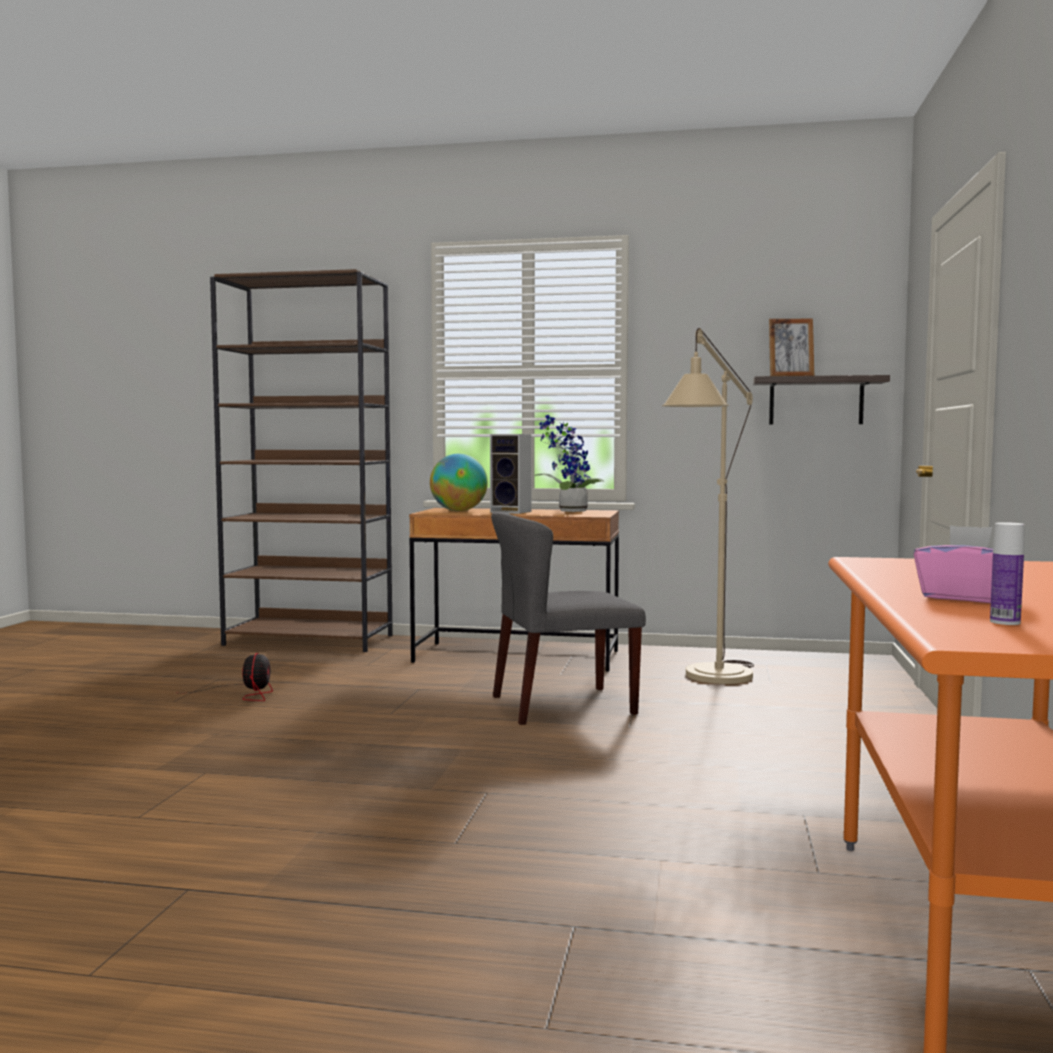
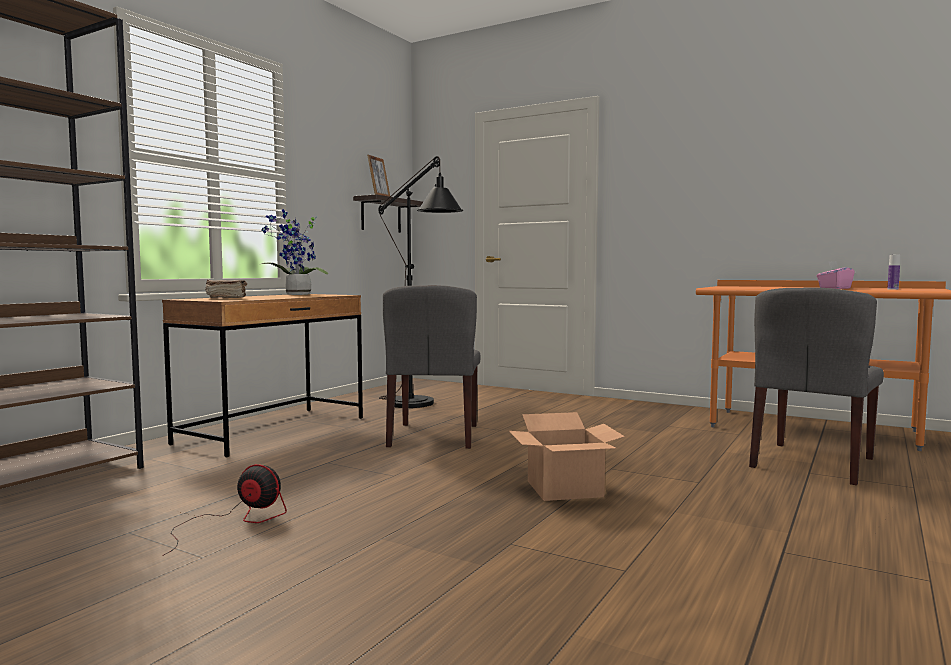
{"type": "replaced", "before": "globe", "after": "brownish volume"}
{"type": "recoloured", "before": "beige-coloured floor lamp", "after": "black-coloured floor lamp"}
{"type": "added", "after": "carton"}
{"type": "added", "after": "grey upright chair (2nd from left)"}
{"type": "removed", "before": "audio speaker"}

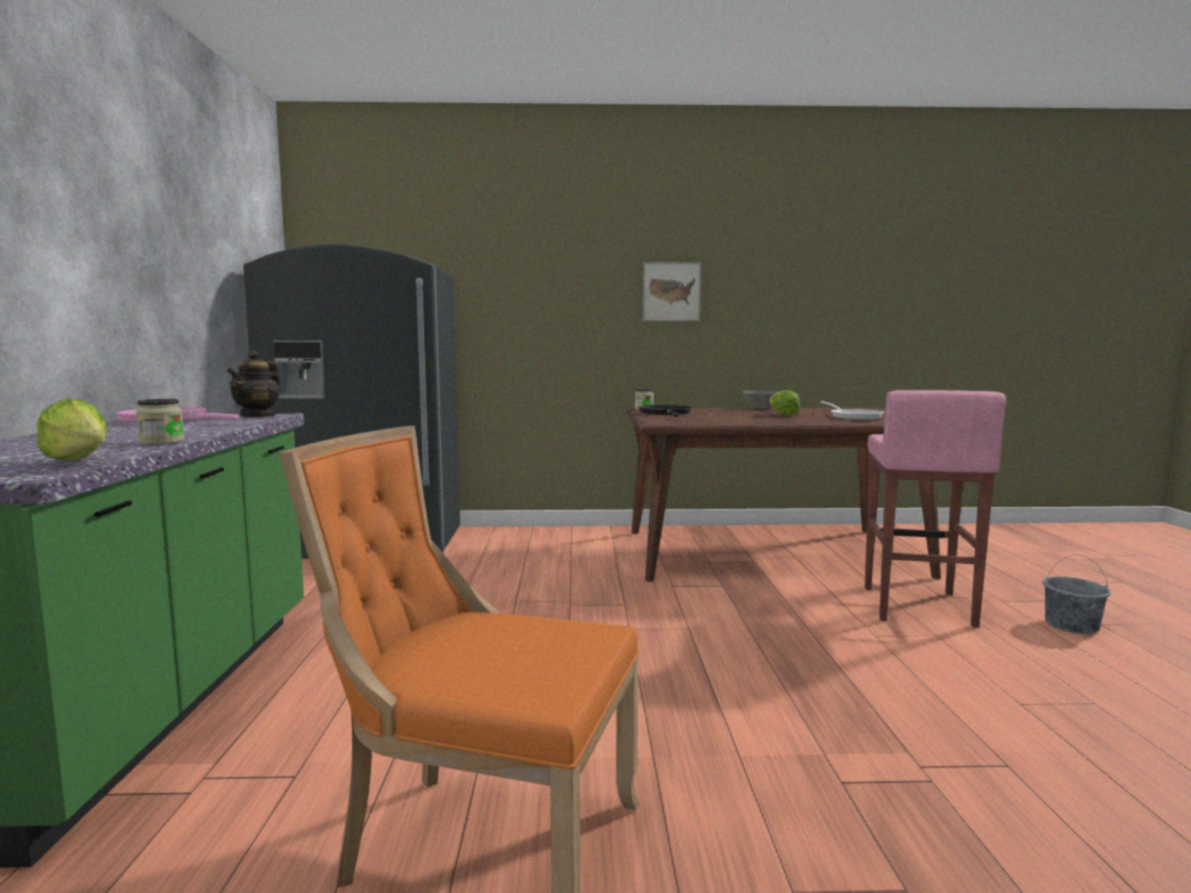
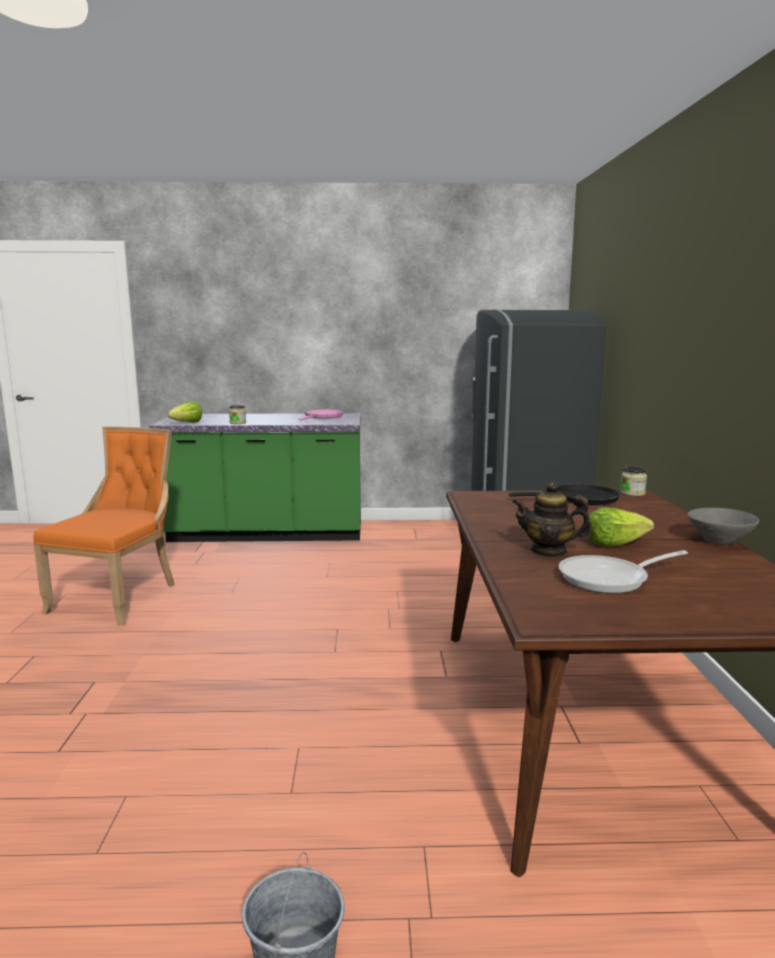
{"type": "moved", "before": "tea pot"}
{"type": "removed", "before": "wall art"}
{"type": "removed", "before": "pink-coloured sitting stool"}

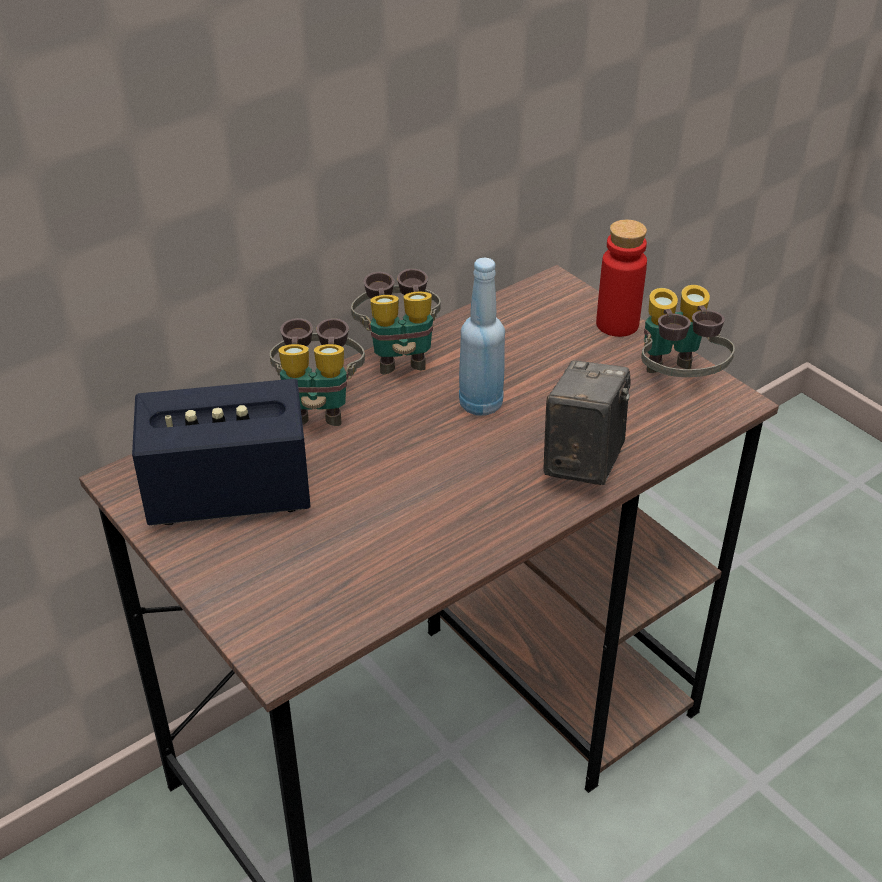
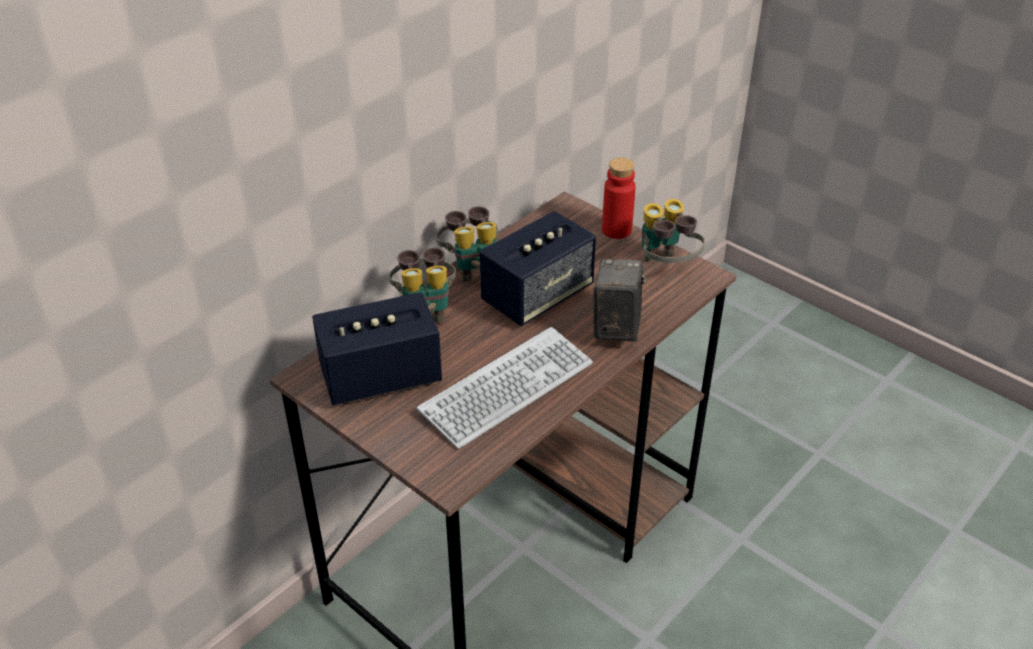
{"type": "added", "after": "PC keyboard"}
{"type": "replaced", "before": "blue beverage bottle", "after": "audio speaker (2nd from left)"}

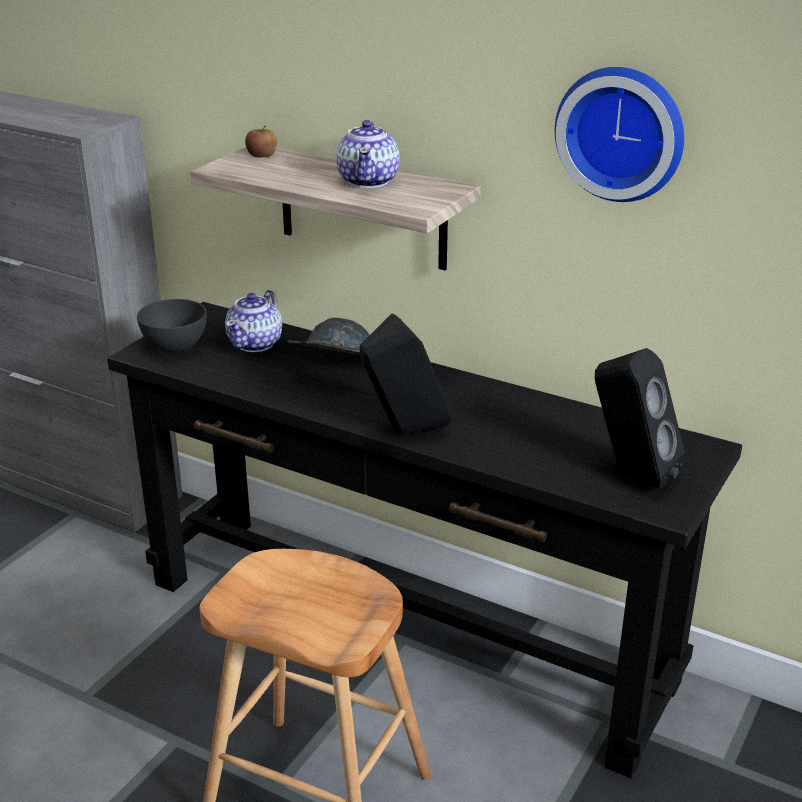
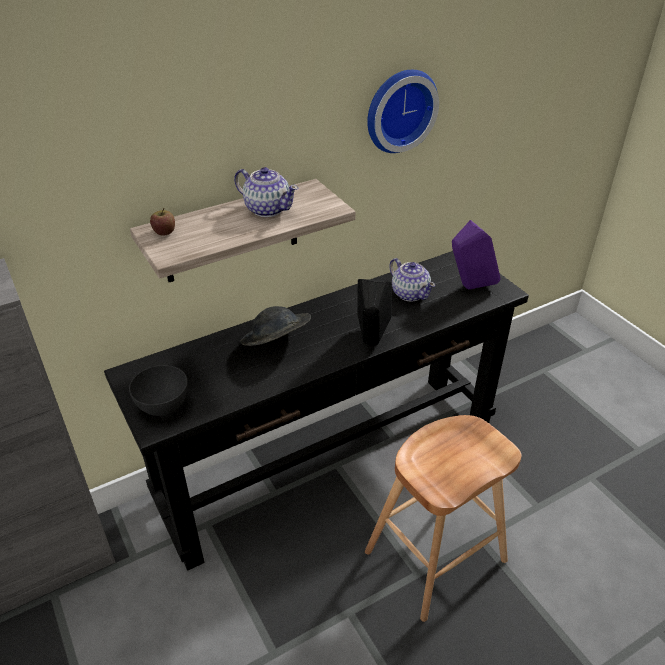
{"type": "moved", "before": "tea pot (1st from left in the first image)", "after": "tea pot (2nd from left)"}
{"type": "recoloured", "before": "black-coloured audio speaker (2nd from left)", "after": "purple audio speaker"}

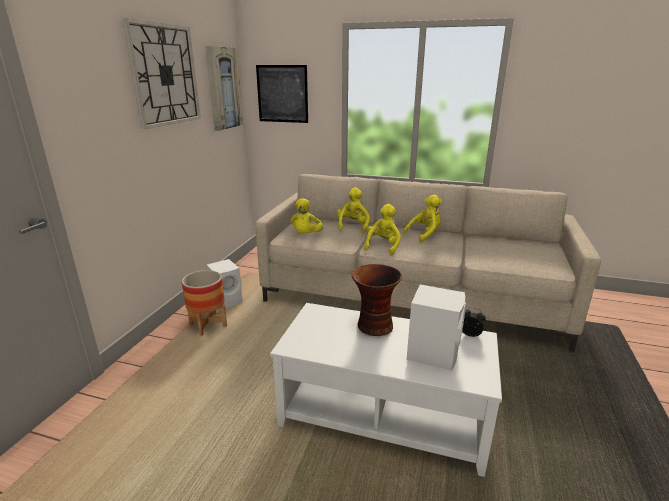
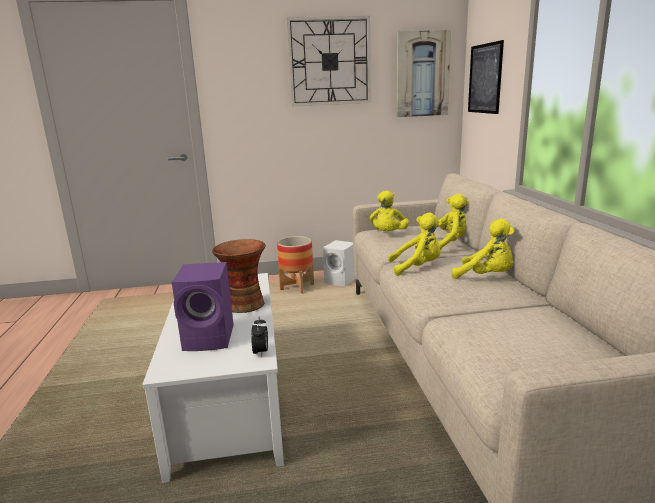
{"type": "recoloured", "before": "whitish audio speaker (2nd from left)", "after": "purple audio speaker"}
{"type": "turned", "before": "yellow-coloured soft toy (1st from left)", "turn": -60}

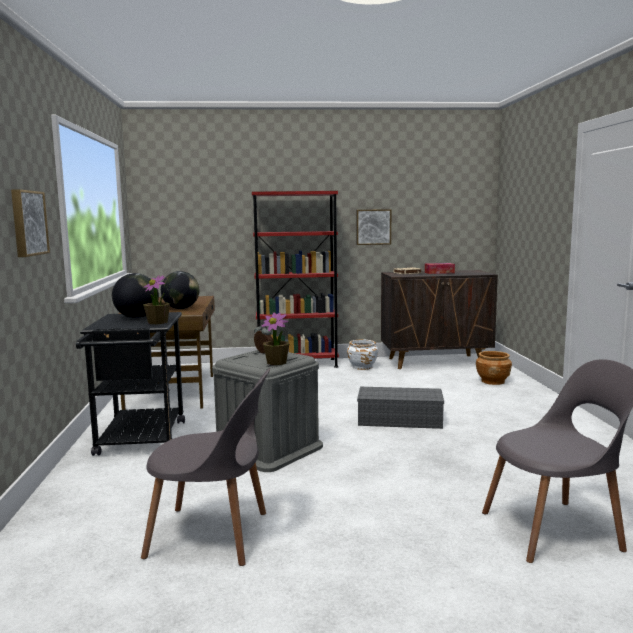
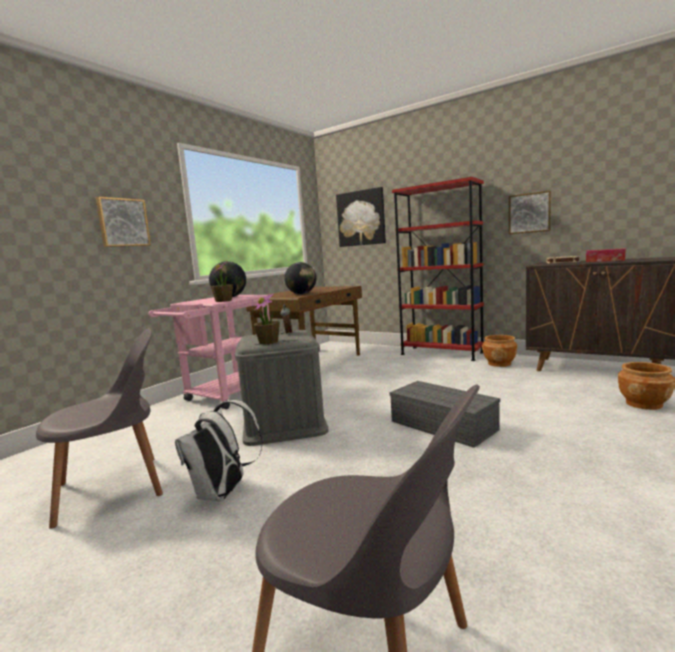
{"type": "turned", "before": "grey upright chair (1st from left)", "turn": -75}
{"type": "recoloured", "before": "black-coloured trolley", "after": "pink-coloured trolley"}
{"type": "added", "after": "whitish knapsack"}
{"type": "added", "after": "wall art (2nd from left)"}
{"type": "recoloured", "before": "whitish planter", "after": "brownish planter (1st from left)"}

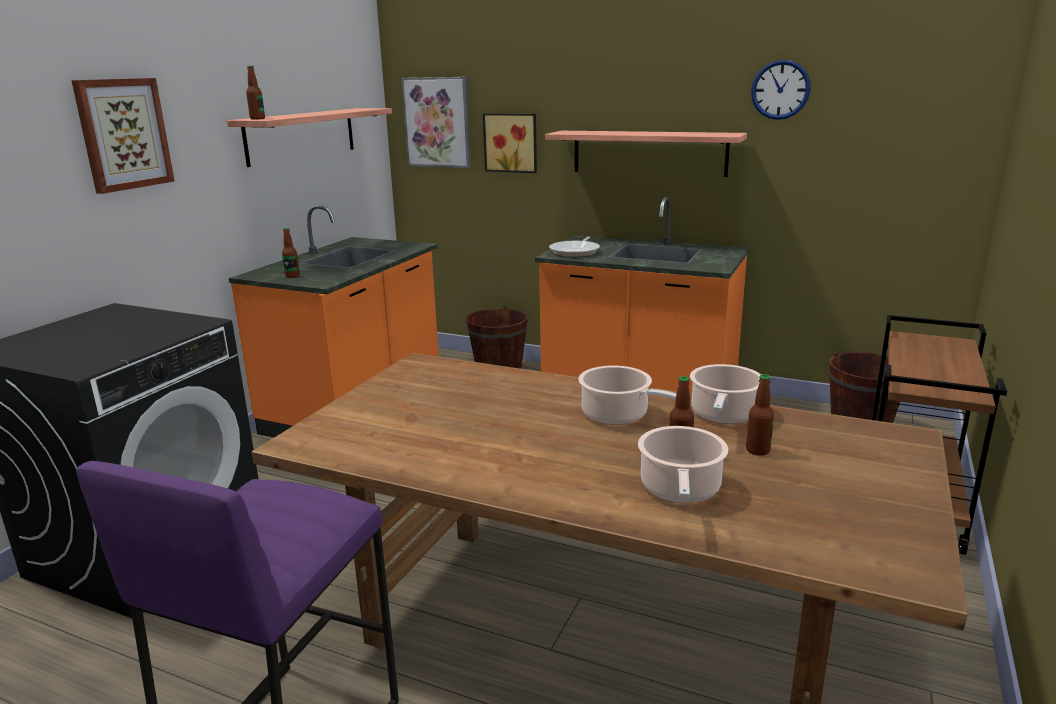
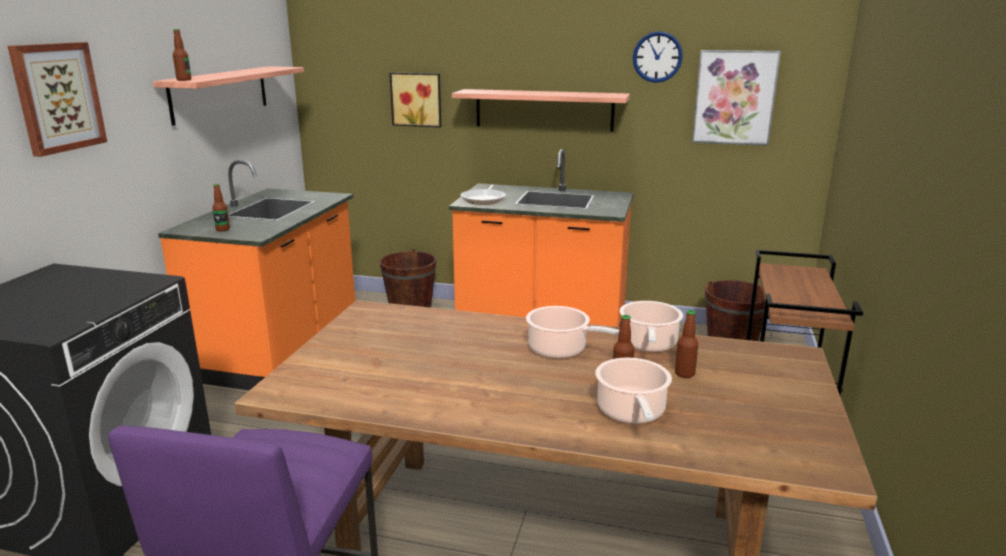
{"type": "moved", "before": "wall art (2nd from left in the first image)", "after": "wall art (3rd from left)"}

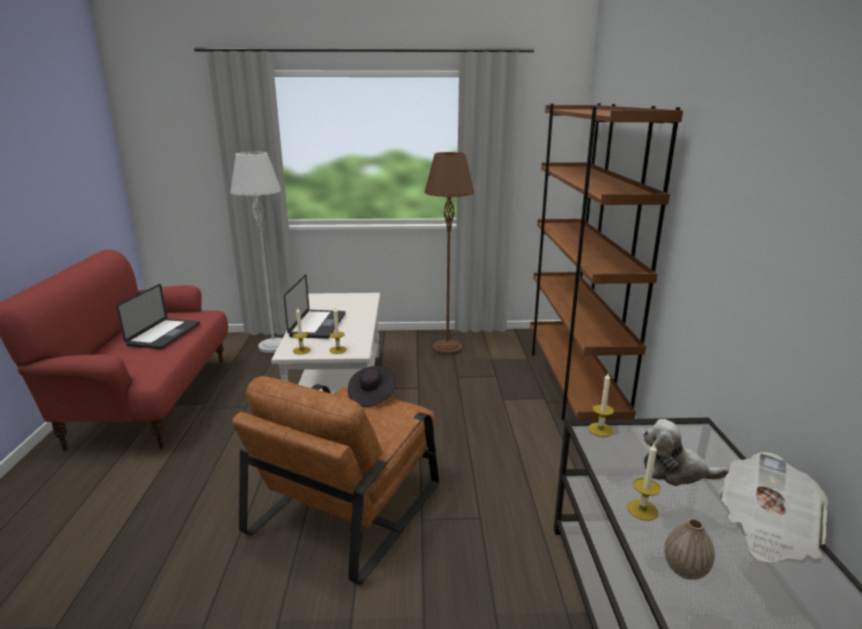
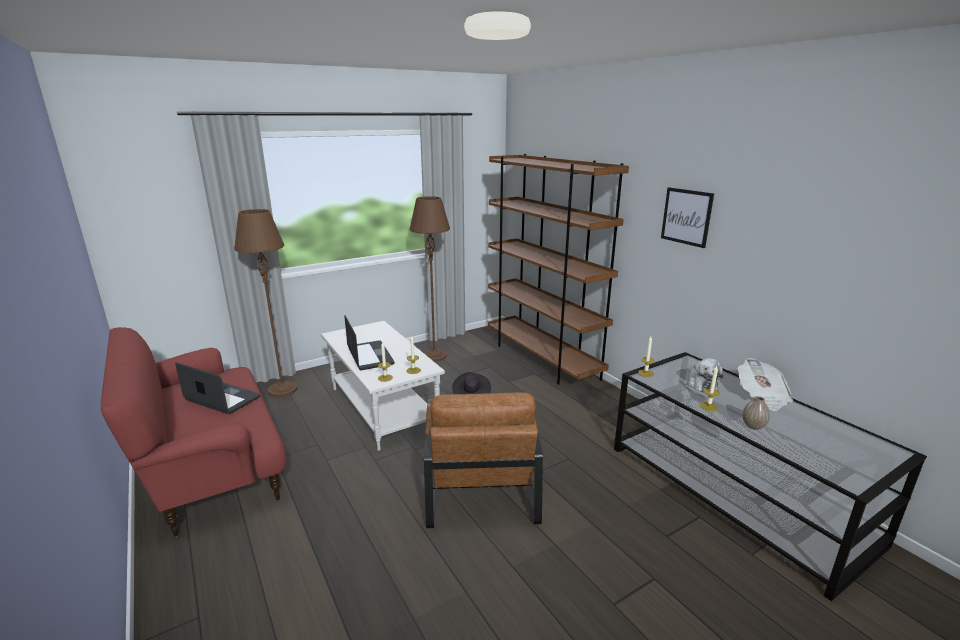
{"type": "turned", "before": "laptop (1st from left)", "turn": -45}
{"type": "recoloured", "before": "grey floor lamp", "after": "brownish floor lamp (1st from left)"}
{"type": "added", "after": "wall art"}
{"type": "turned", "before": "soft toy", "turn": -75}

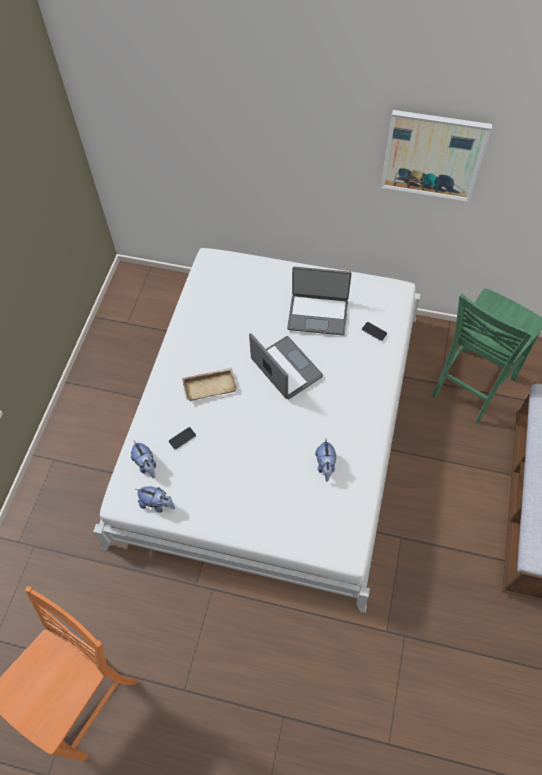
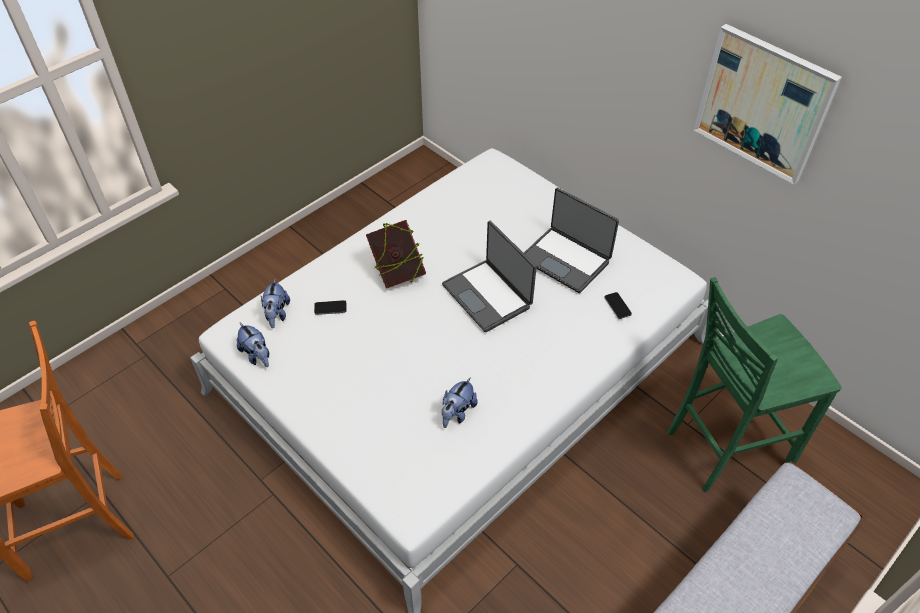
{"type": "replaced", "before": "beige-coloured tray", "after": "volume"}
{"type": "turned", "before": "laptop (1st from left)", "turn": 150}

